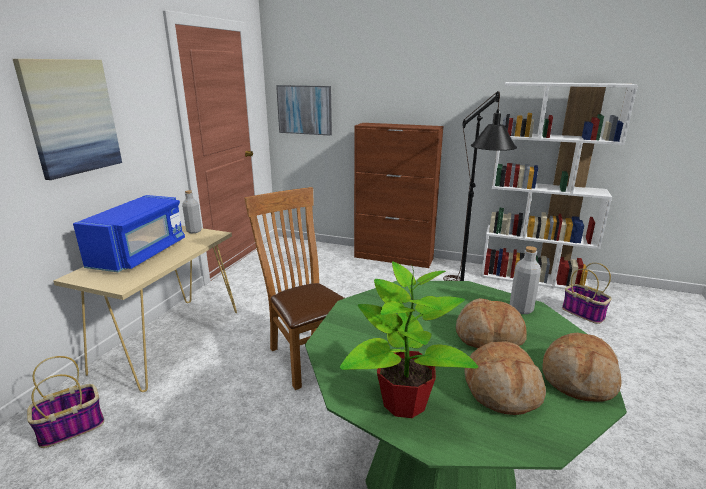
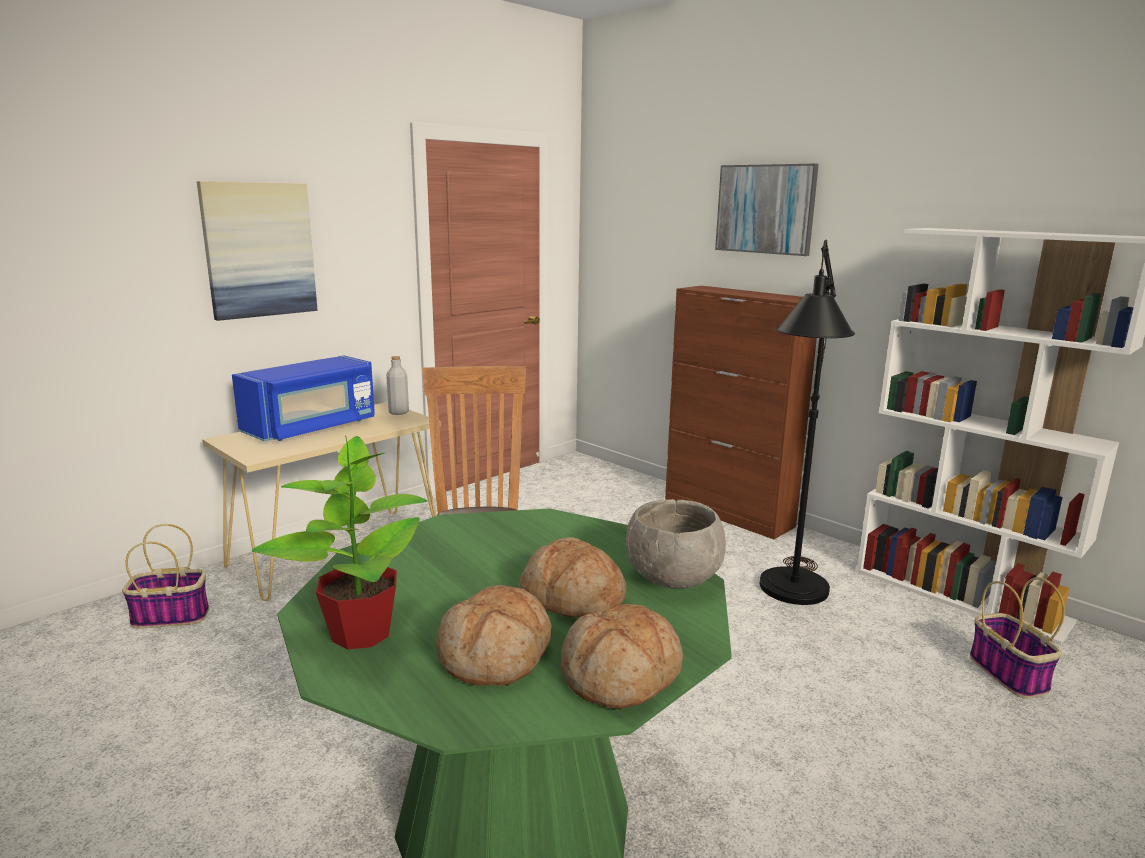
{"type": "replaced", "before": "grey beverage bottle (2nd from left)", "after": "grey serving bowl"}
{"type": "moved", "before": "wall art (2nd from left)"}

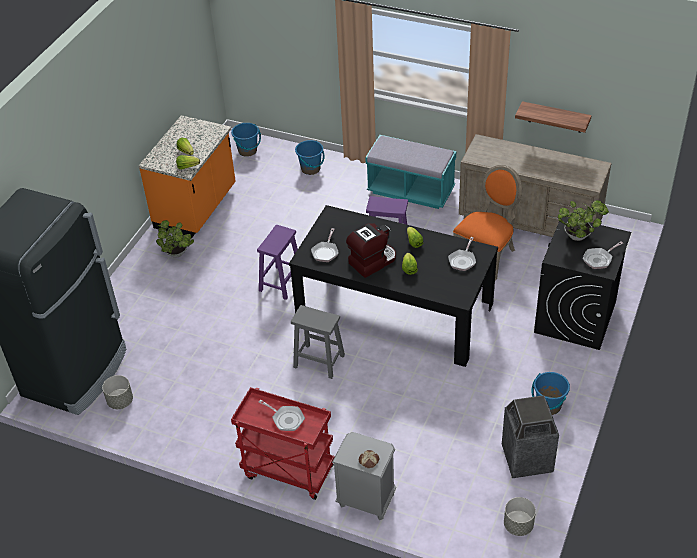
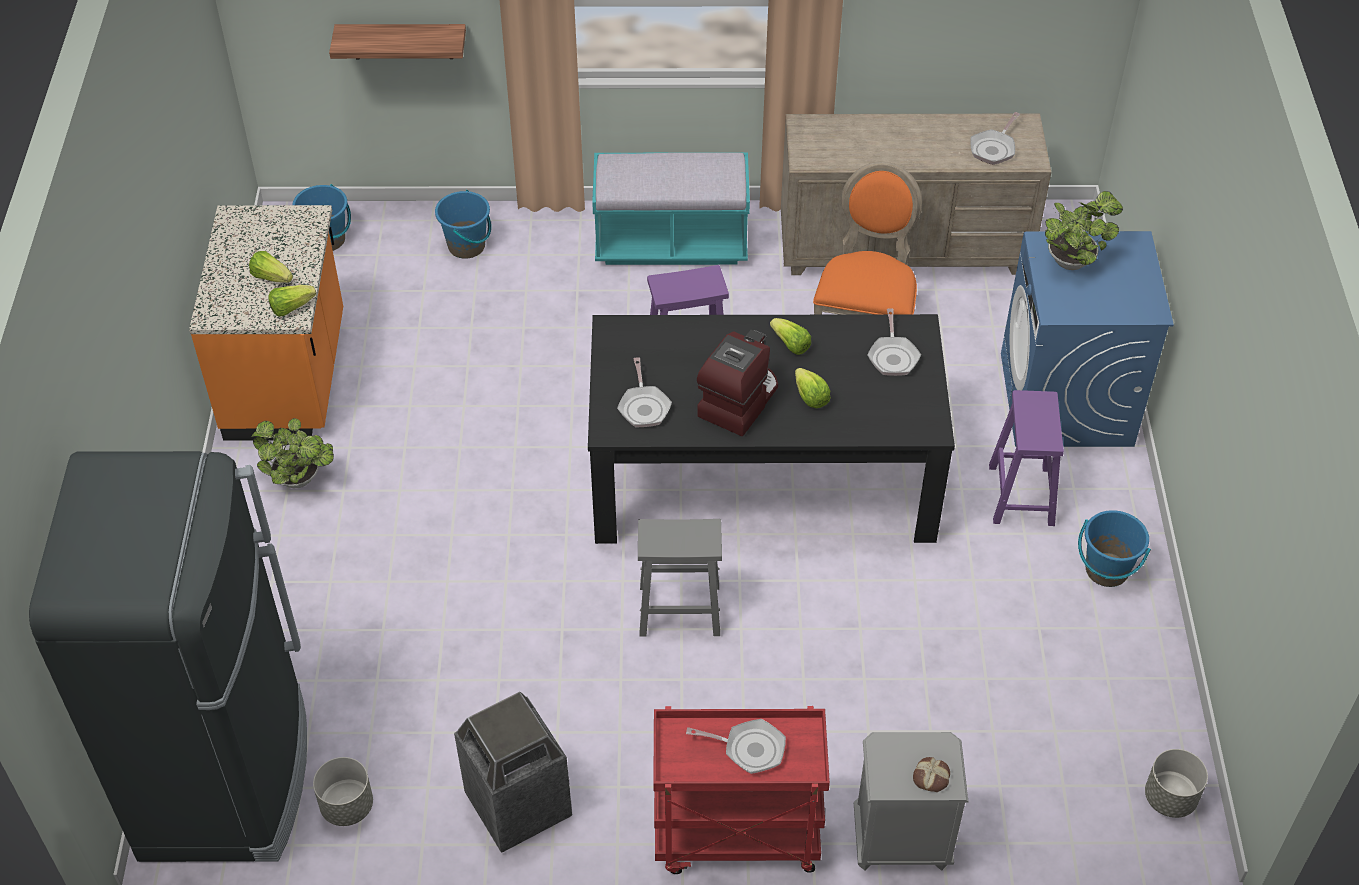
{"type": "moved", "before": "shelf"}
{"type": "moved", "before": "waste bin"}
{"type": "moved", "before": "pan (4th from left)"}
{"type": "moved", "before": "purple sitting stool (1st from left in the first image)", "after": "purple sitting stool (2nd from left)"}
{"type": "recoloured", "before": "black-coloured washing machine", "after": "blue washing machine"}

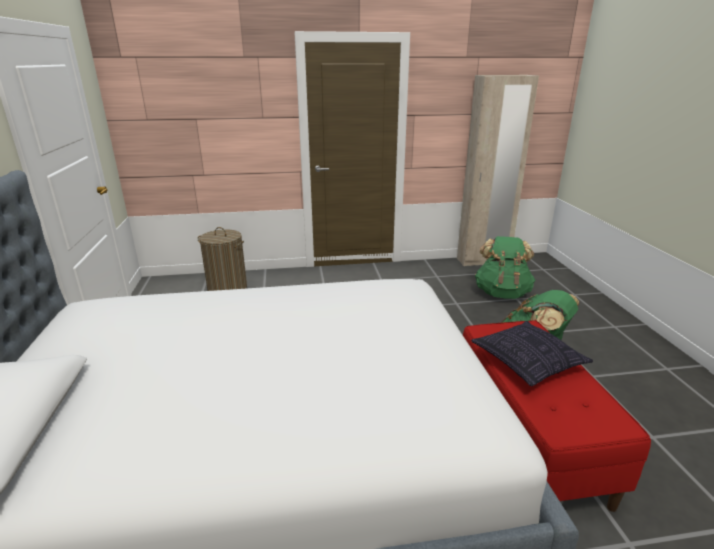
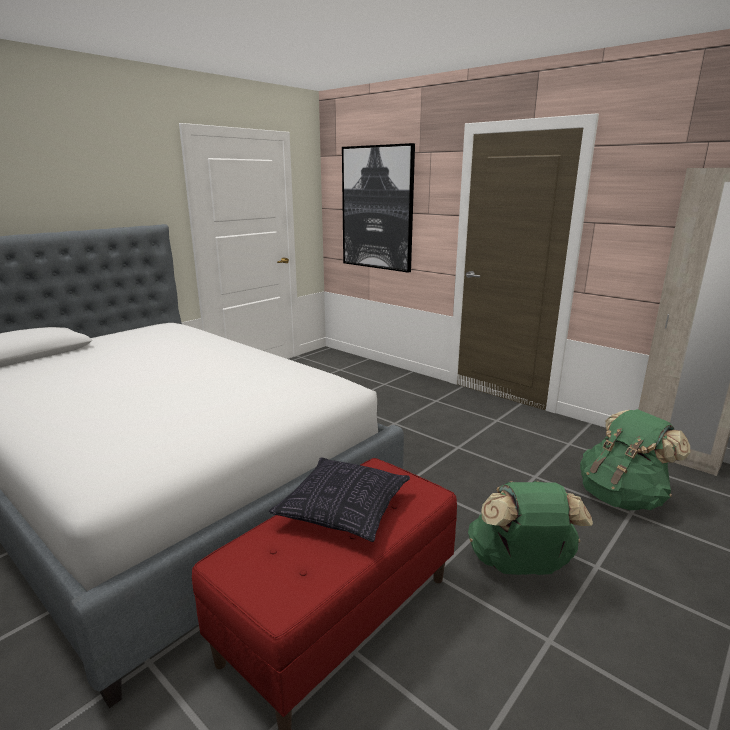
{"type": "added", "after": "wall art"}
{"type": "removed", "before": "hamper"}

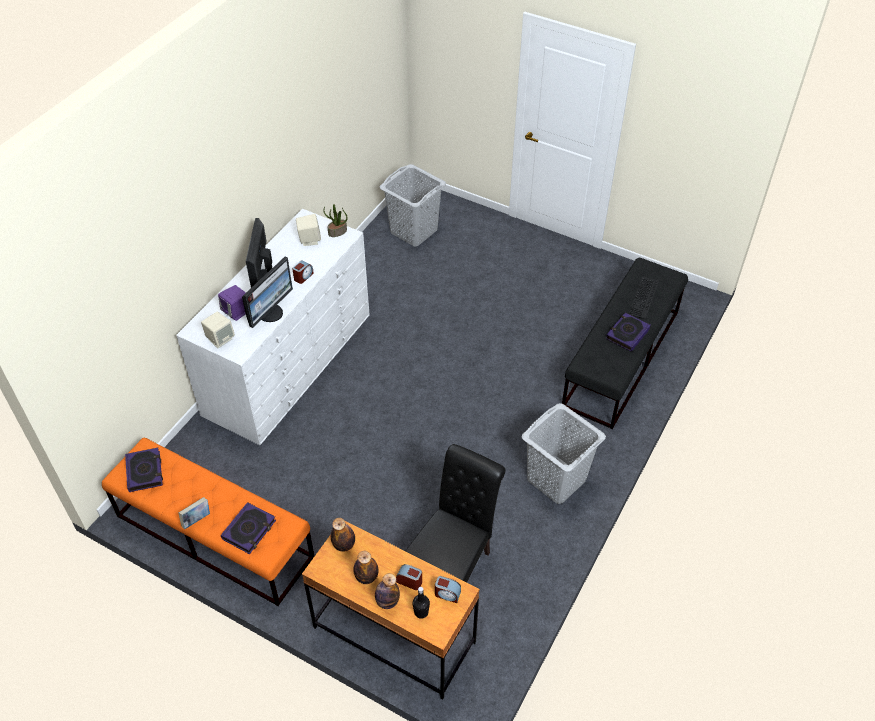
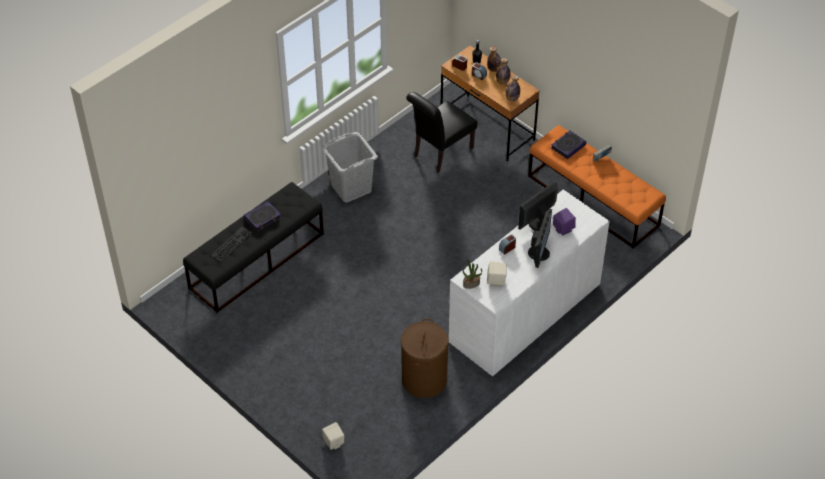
{"type": "moved", "before": "beige-coloured audio speaker (1st from left)"}
{"type": "added", "after": "brownish hamper"}
{"type": "removed", "before": "volume (1st from left)"}
{"type": "removed", "before": "grey hamper (1st from left)"}

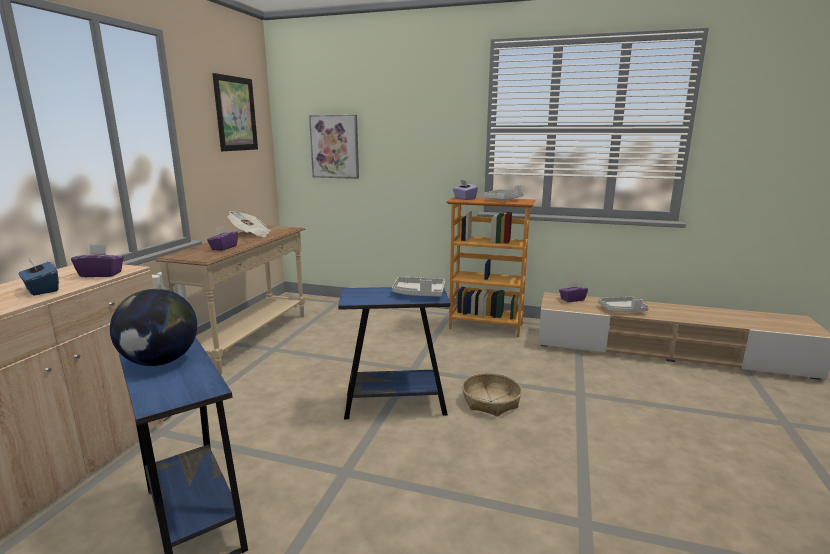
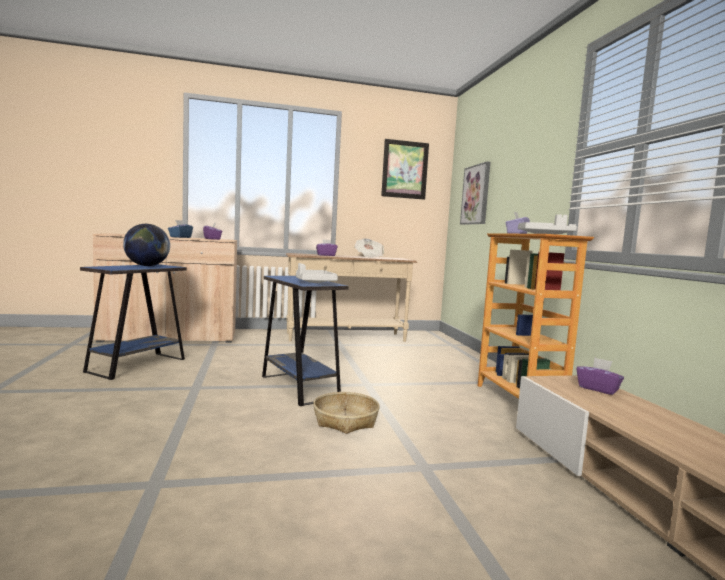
{"type": "removed", "before": "grey tray (3rd from left)"}

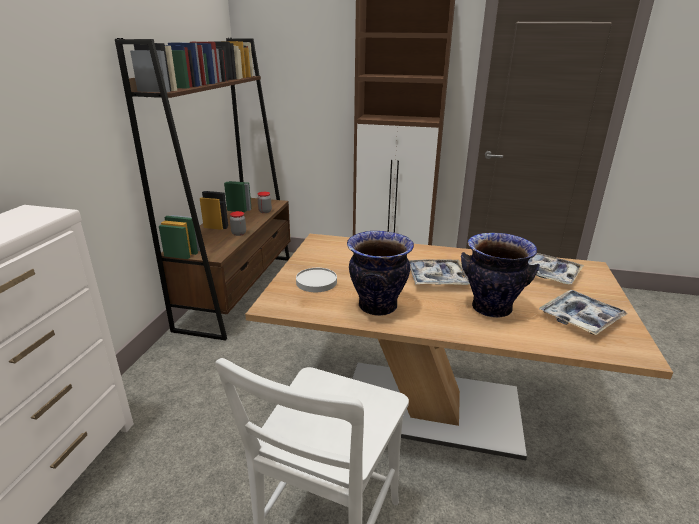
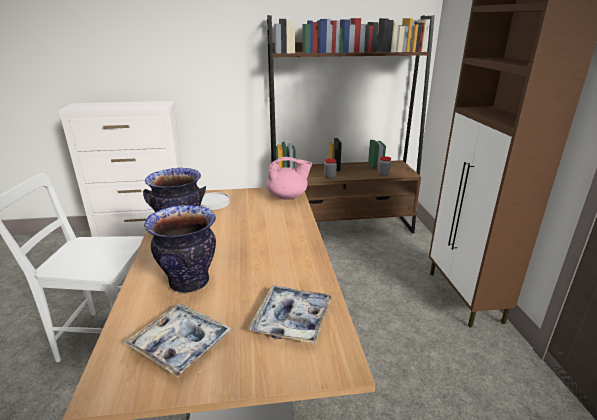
{"type": "added", "after": "pink-coloured tea pot"}
{"type": "removed", "before": "tray (1st from left)"}

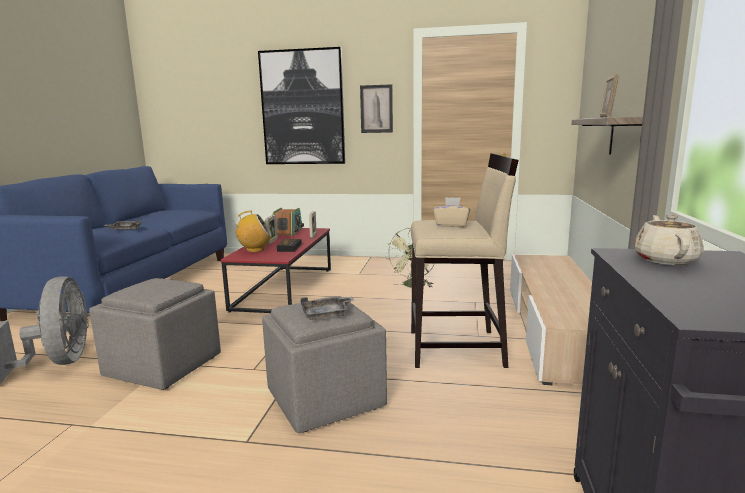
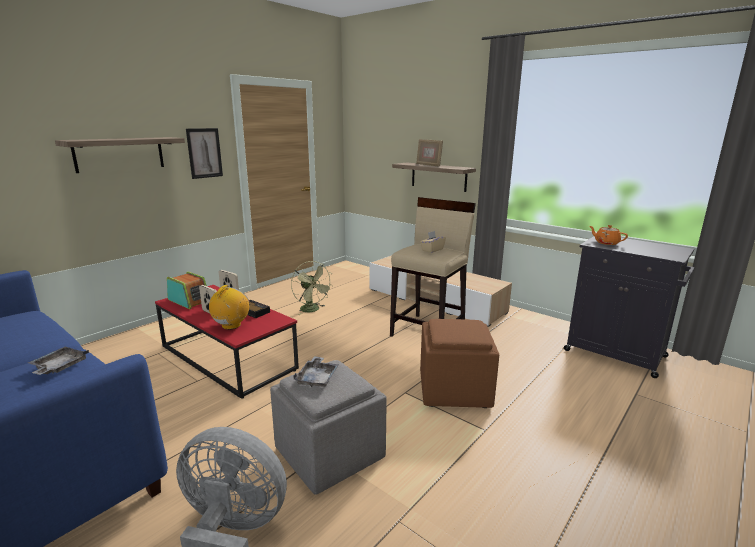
{"type": "replaced", "before": "wall art (1st from left)", "after": "shelf (1st from left)"}
{"type": "moved", "before": "grey tray (2nd from left)"}
{"type": "recoloured", "before": "grey ottoman (2nd from left)", "after": "brownish ottoman"}
{"type": "recoloured", "before": "beige-coloured tea pot", "after": "orange tea pot"}

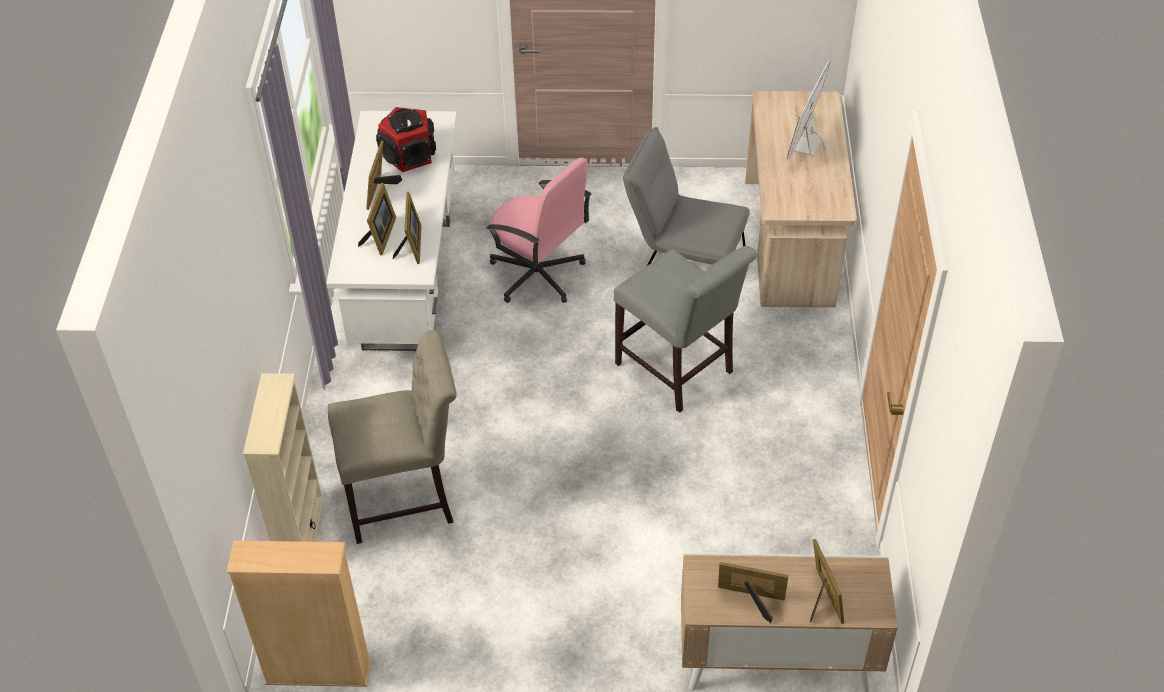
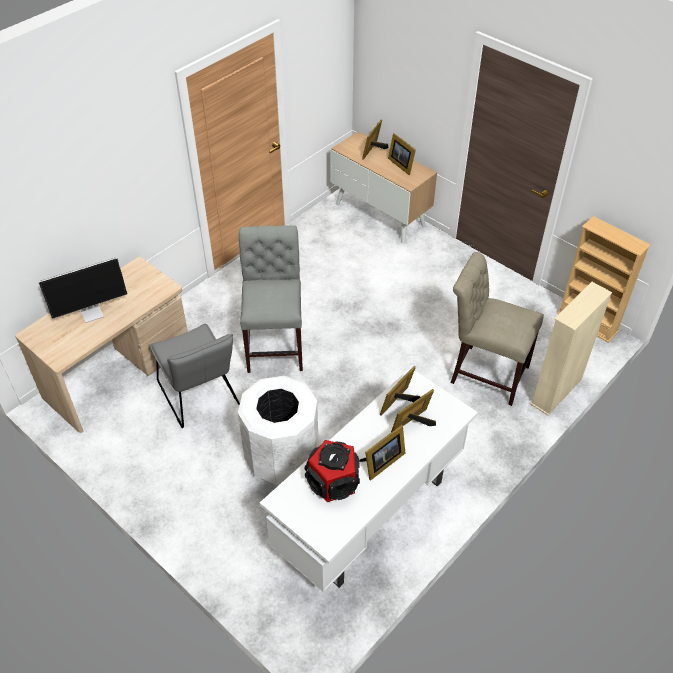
{"type": "replaced", "before": "pink-coloured desk chair", "after": "whitish waste bin"}

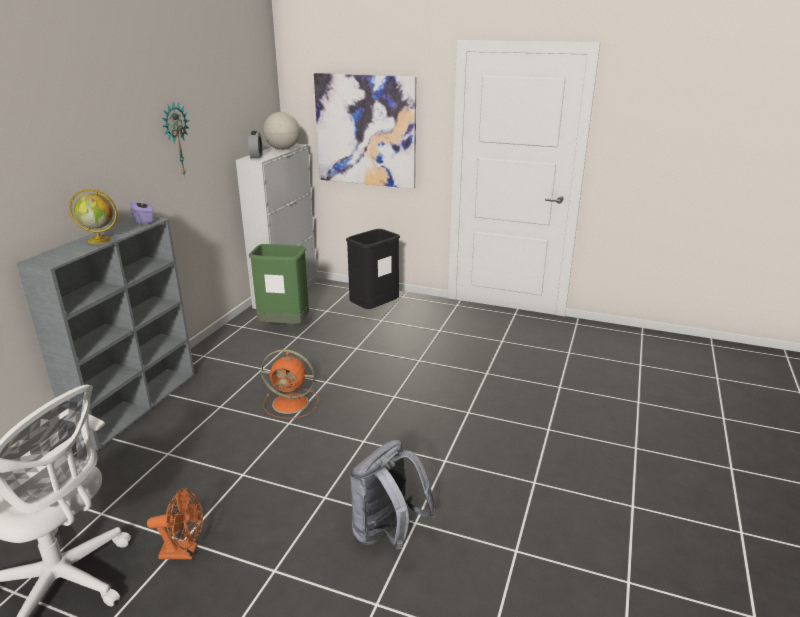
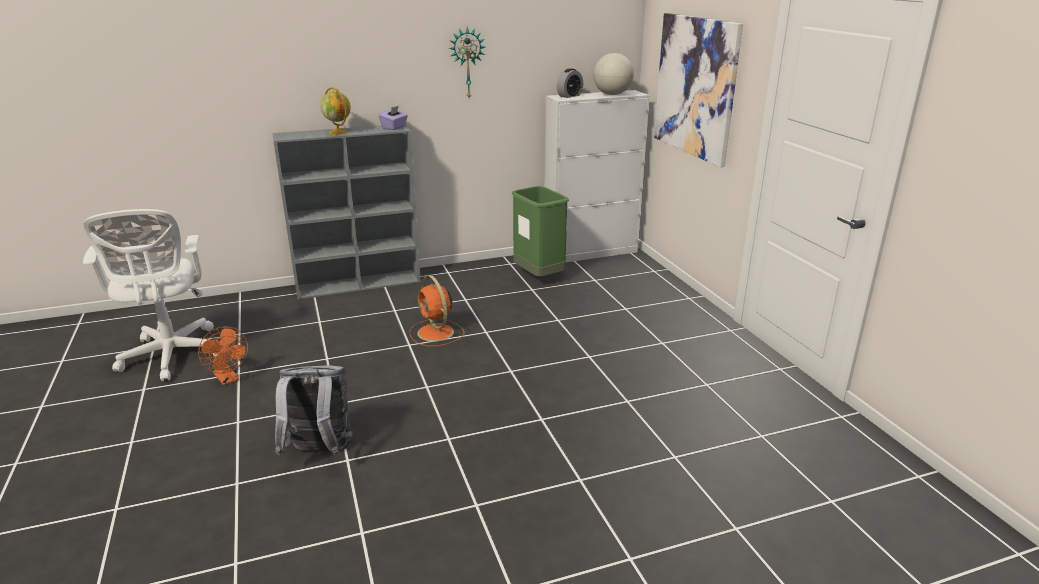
{"type": "removed", "before": "black-coloured waste bin"}

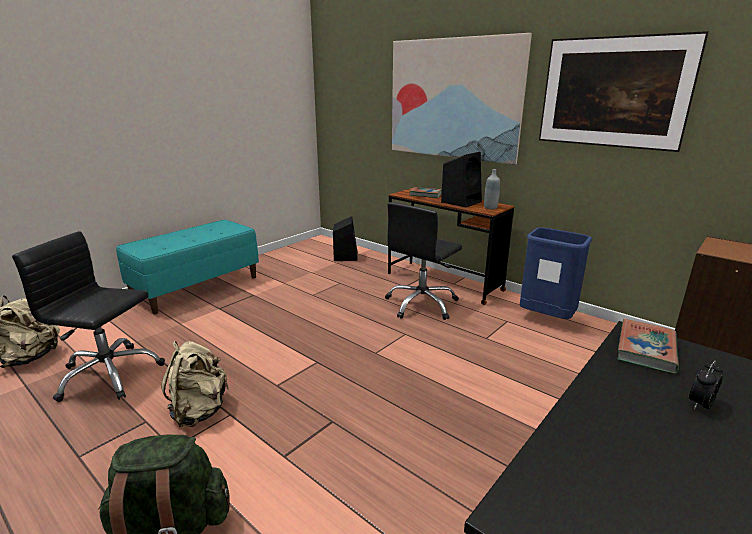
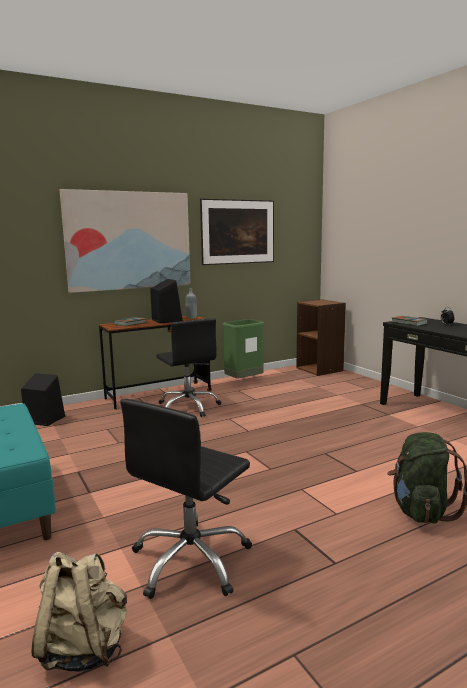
{"type": "recoloured", "before": "blue waste bin", "after": "green-coloured waste bin"}
{"type": "removed", "before": "beige-coloured knapsack (2nd from left)"}

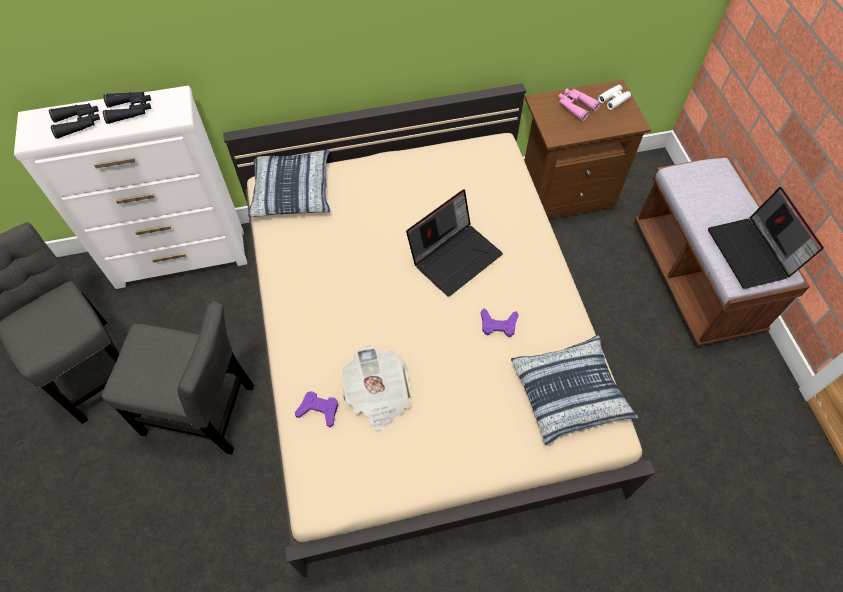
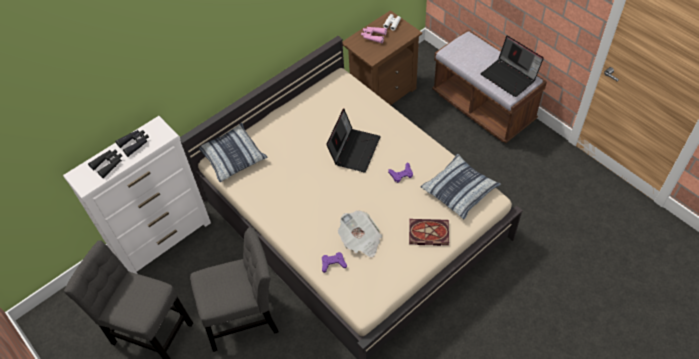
{"type": "added", "after": "volume"}

